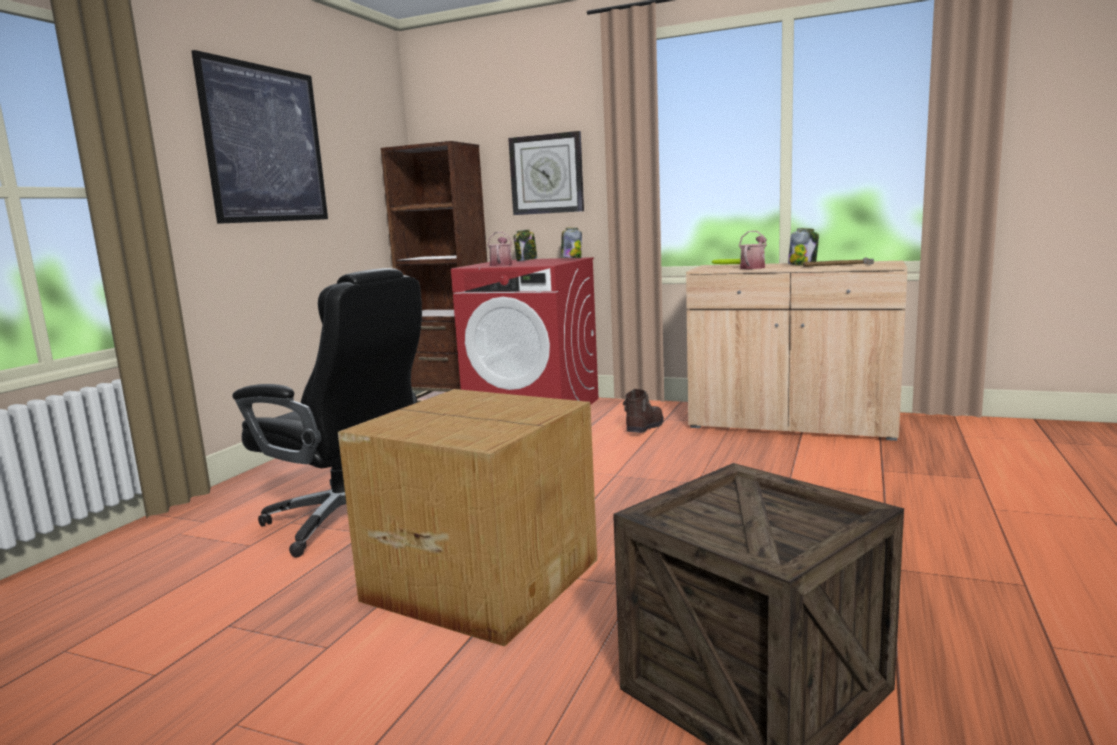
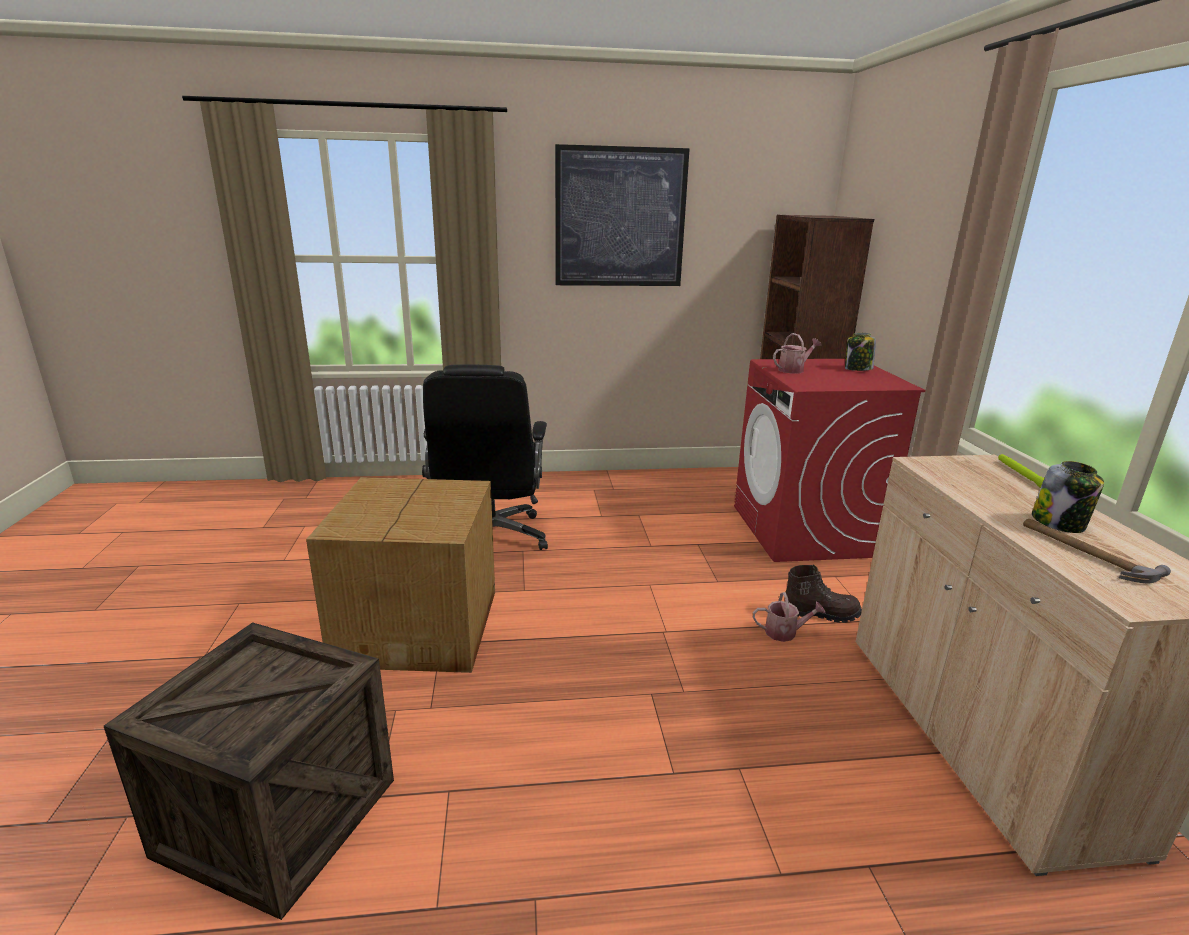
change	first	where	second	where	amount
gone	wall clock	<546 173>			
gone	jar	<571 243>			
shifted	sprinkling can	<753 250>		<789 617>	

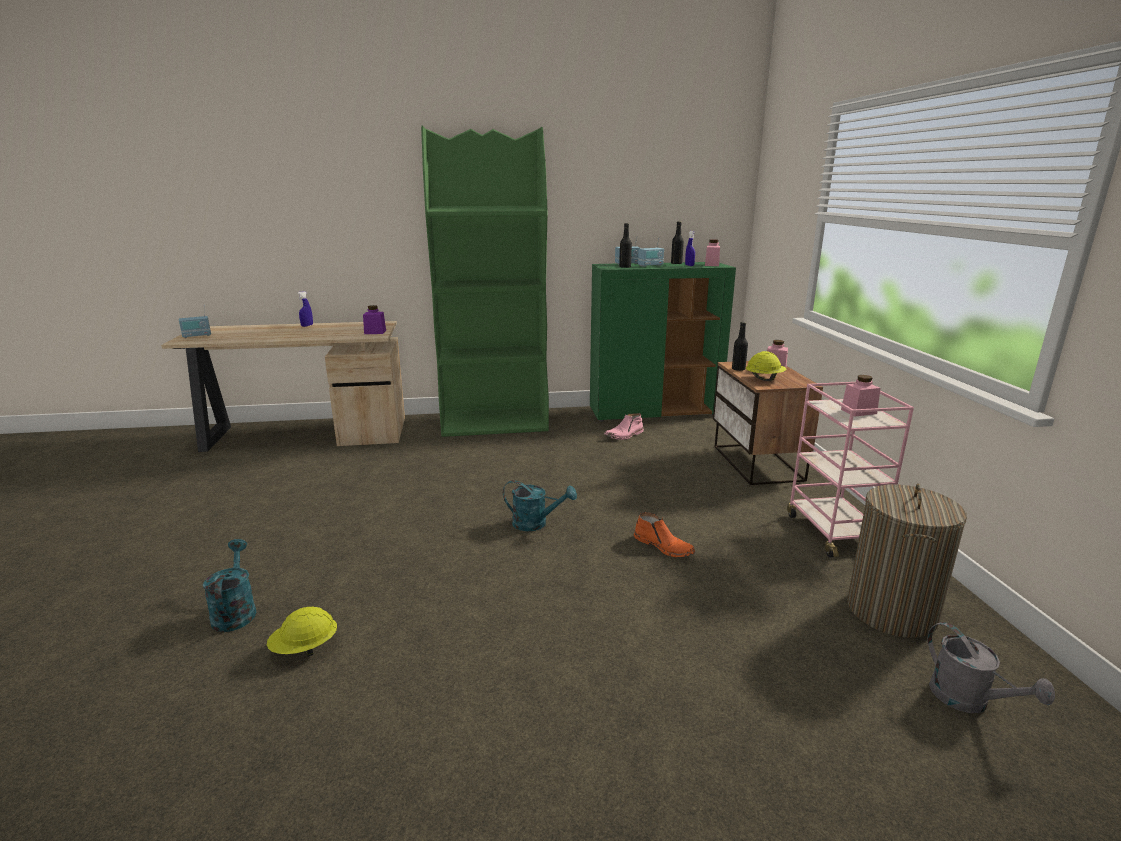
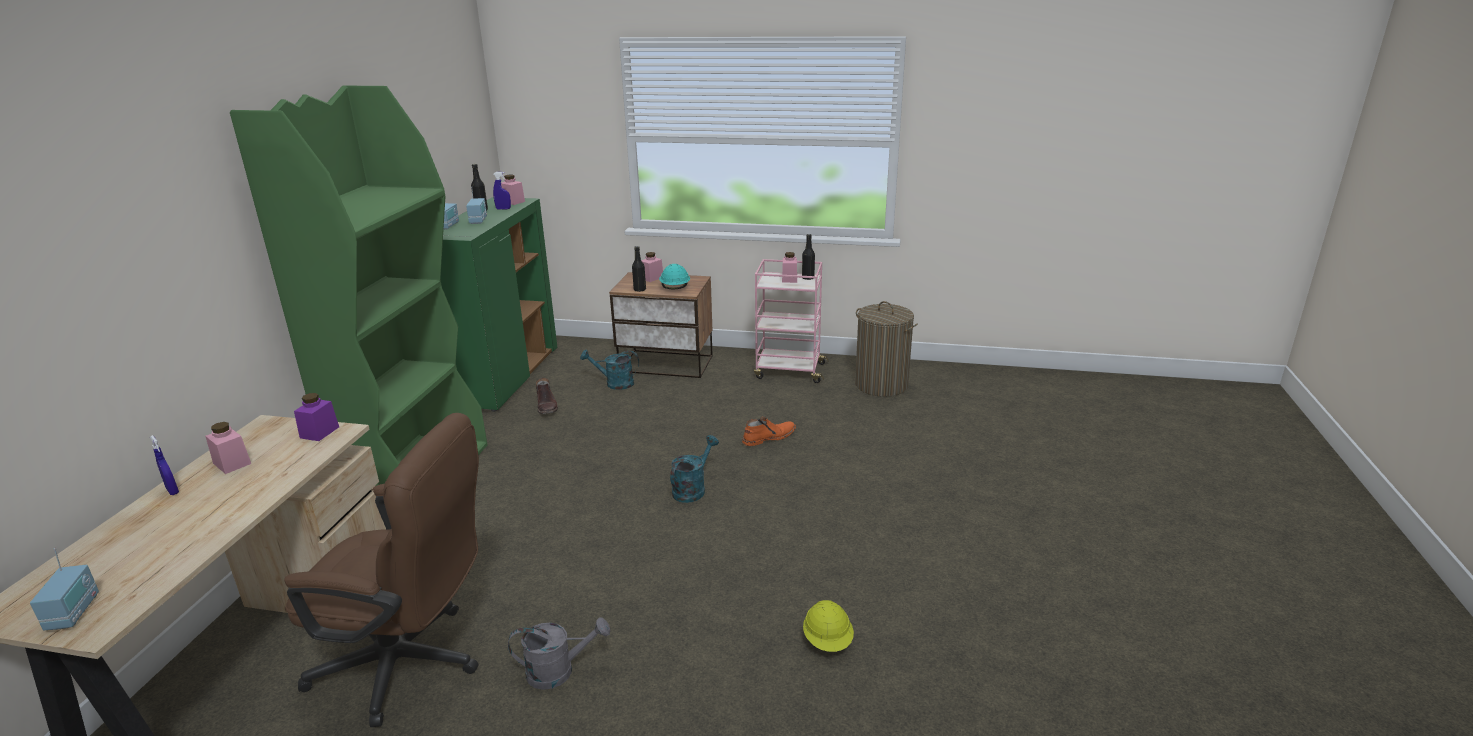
change	first	where	second	where	amount
shifted	bottle/black-coloured	<625 245>		<808 257>	
repainted	work helmet/yellowish	<766 366>	work helmet/turquoise-coloured	<674 276>	
repainted	high-top boot/pink	<624 426>	high-top boot/brown-coloured	<547 396>	
shifted	sprinkling can/turquoise-coloured	<229 585>		<609 370>	
shifted	sprinkling can/gray	<991 667>		<559 653>	
new			desk chair/brown-coloured	<381 570>	
new			jar/pink	<228 448>	

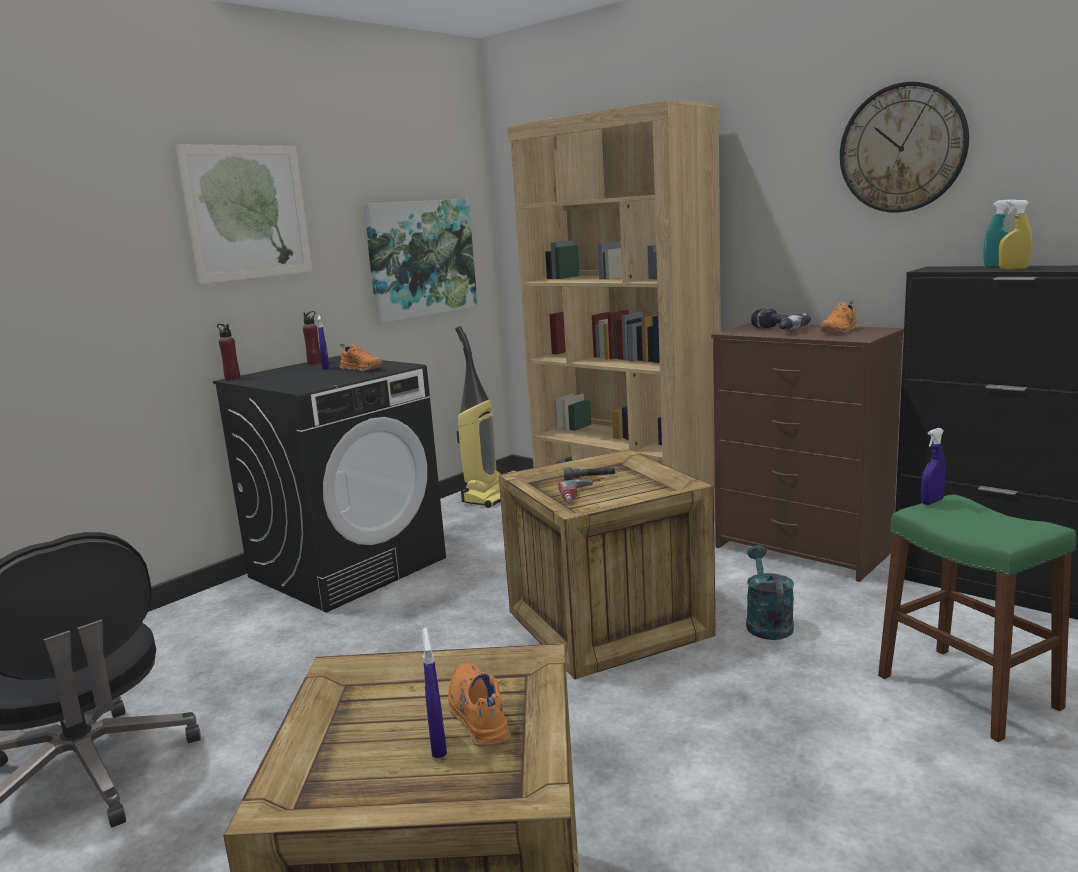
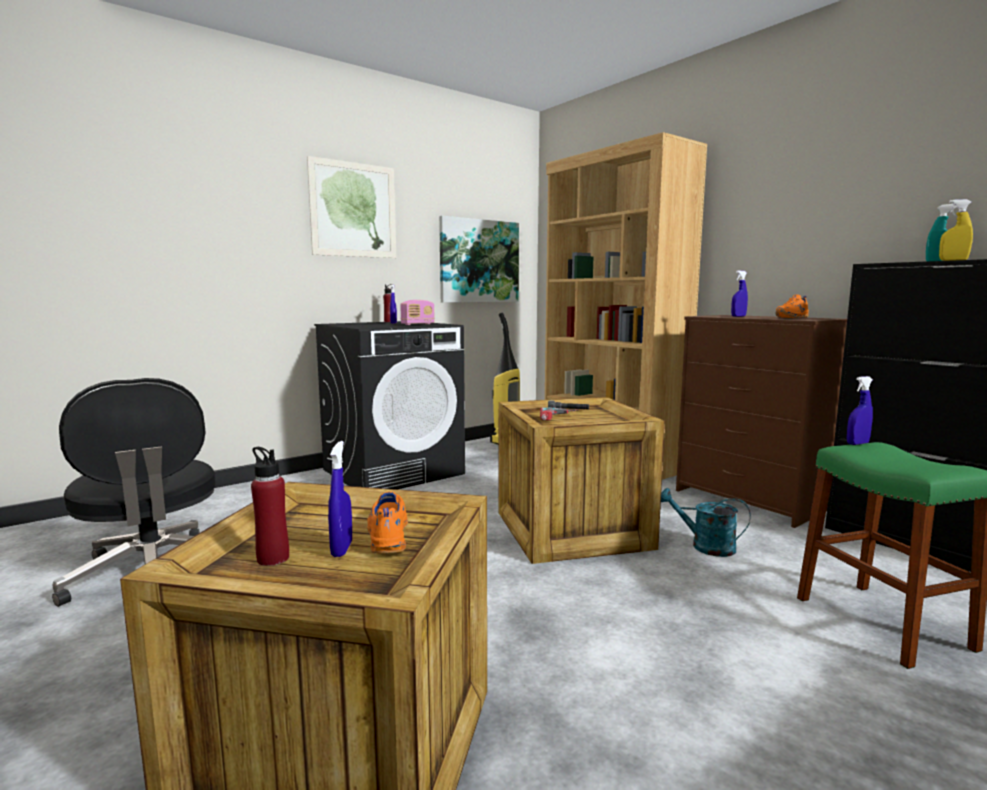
change	first	where	second	where	amount
gone	wall clock	<904 147>			
swapped	drill	<781 318>	hand sprayer/blue-coloured	<739 294>	
shifted	bottle/red	<228 352>		<270 506>	
swapped	item of footwear/orange	<361 357>	radio	<417 312>	
rotated	sprinkling can/turquoise-coloured	<770 592>		<706 522>	75 degrees counterclockwise

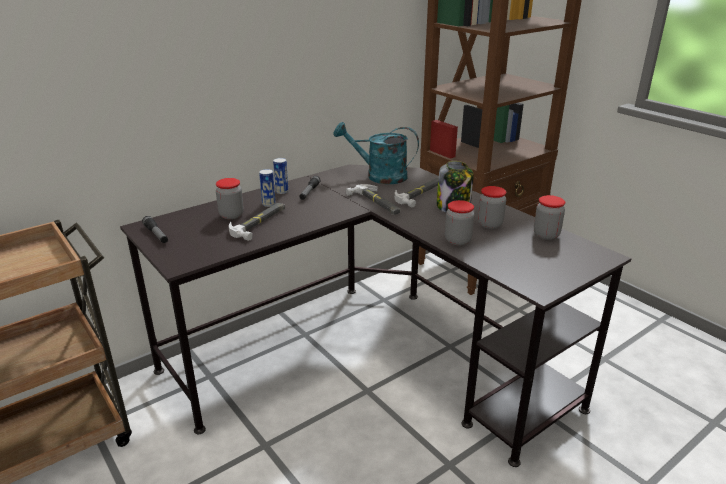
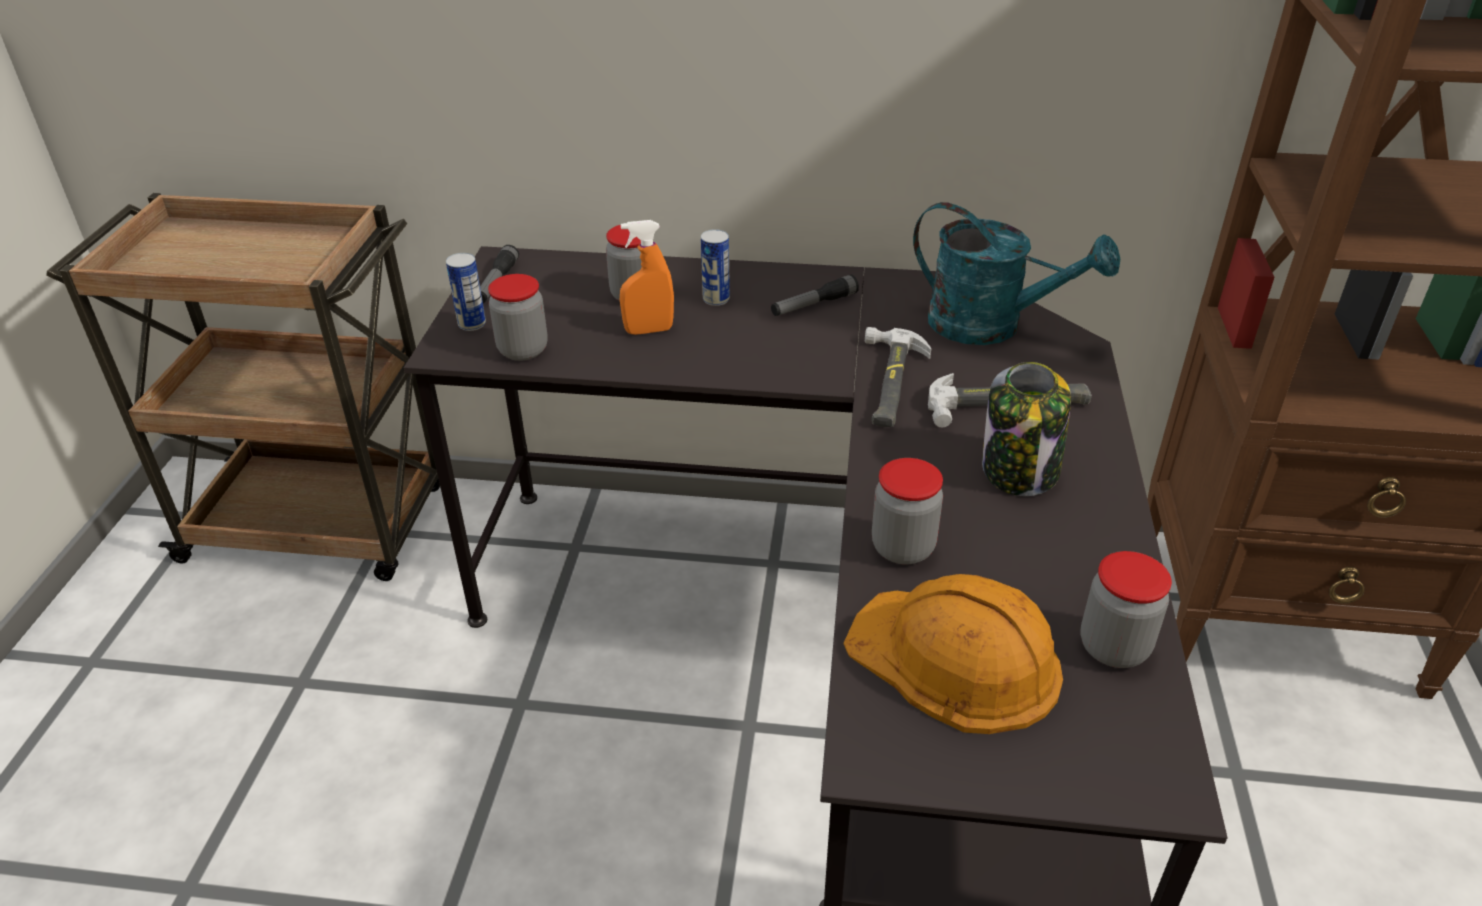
change	first	where	second	where	amount
rotated	sprinkling can/turquoise-coloured	<376 153>		<1016 273>	150 degrees clockwise
shifted	can	<280 176>		<466 292>	
shifted	jar	<492 207>		<518 317>	
swapped	tool hammer	<257 222>	hand sprayer/orange	<647 277>	
new			work helmet/orange	<953 654>	

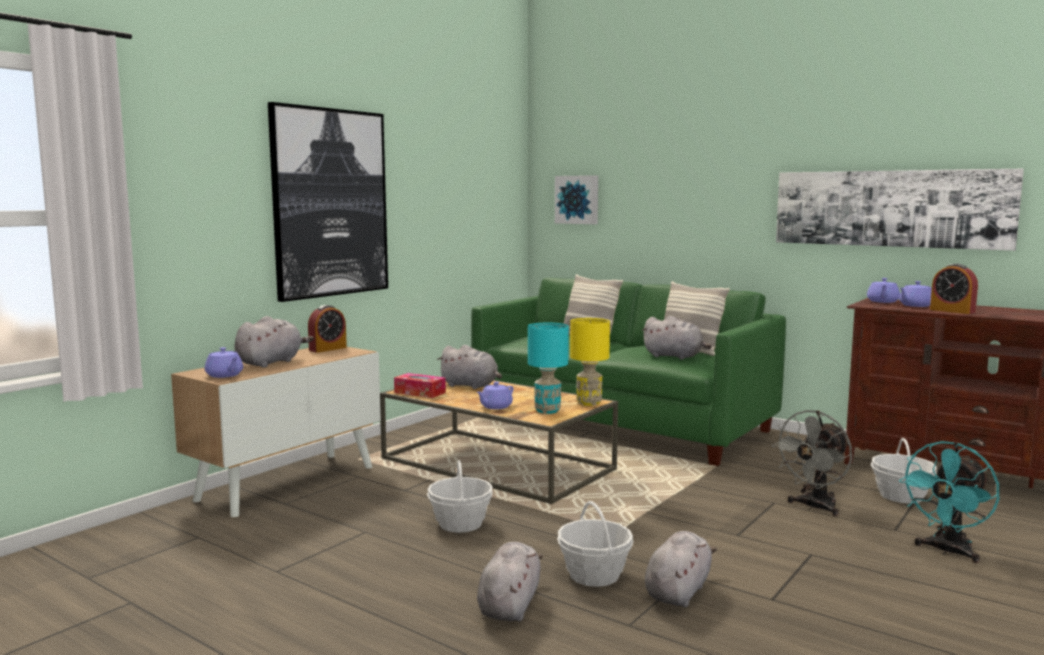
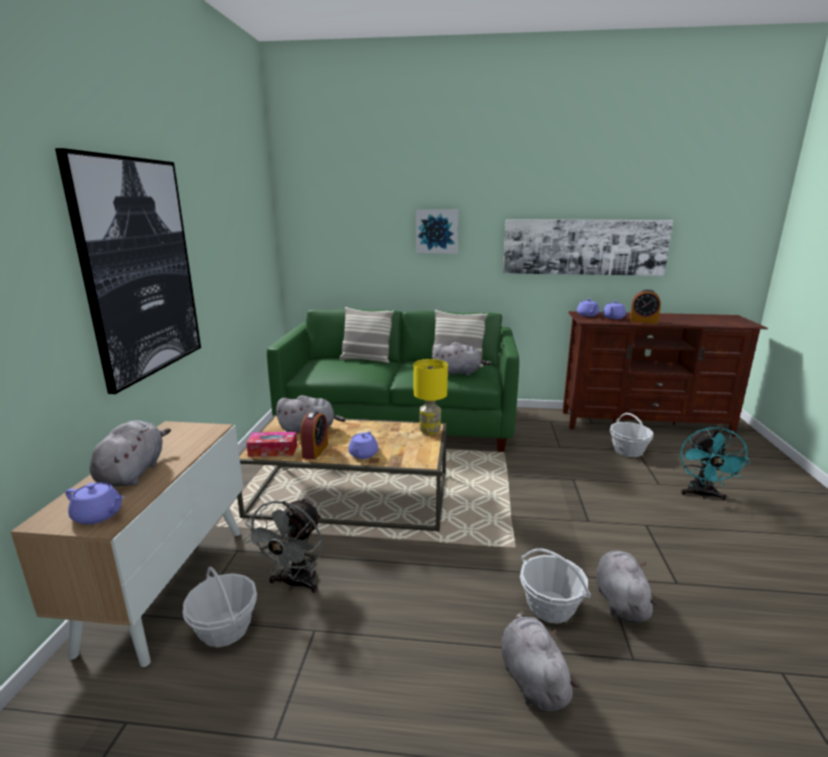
change	first	where	second	where	amount
shifted	wall picture	<576 199>		<437 231>	
shifted	bedside clock	<327 329>		<314 435>	
gone	tabletop lamp/turquoise-coloured	<548 368>			
shifted	cooling fan/gray	<811 463>		<282 545>	
shifted	basket	<460 496>		<220 607>	

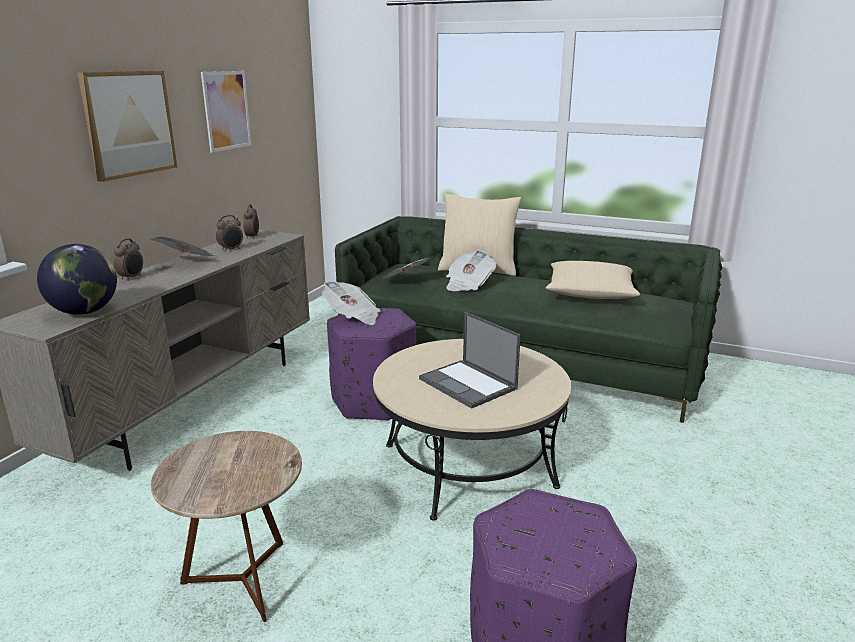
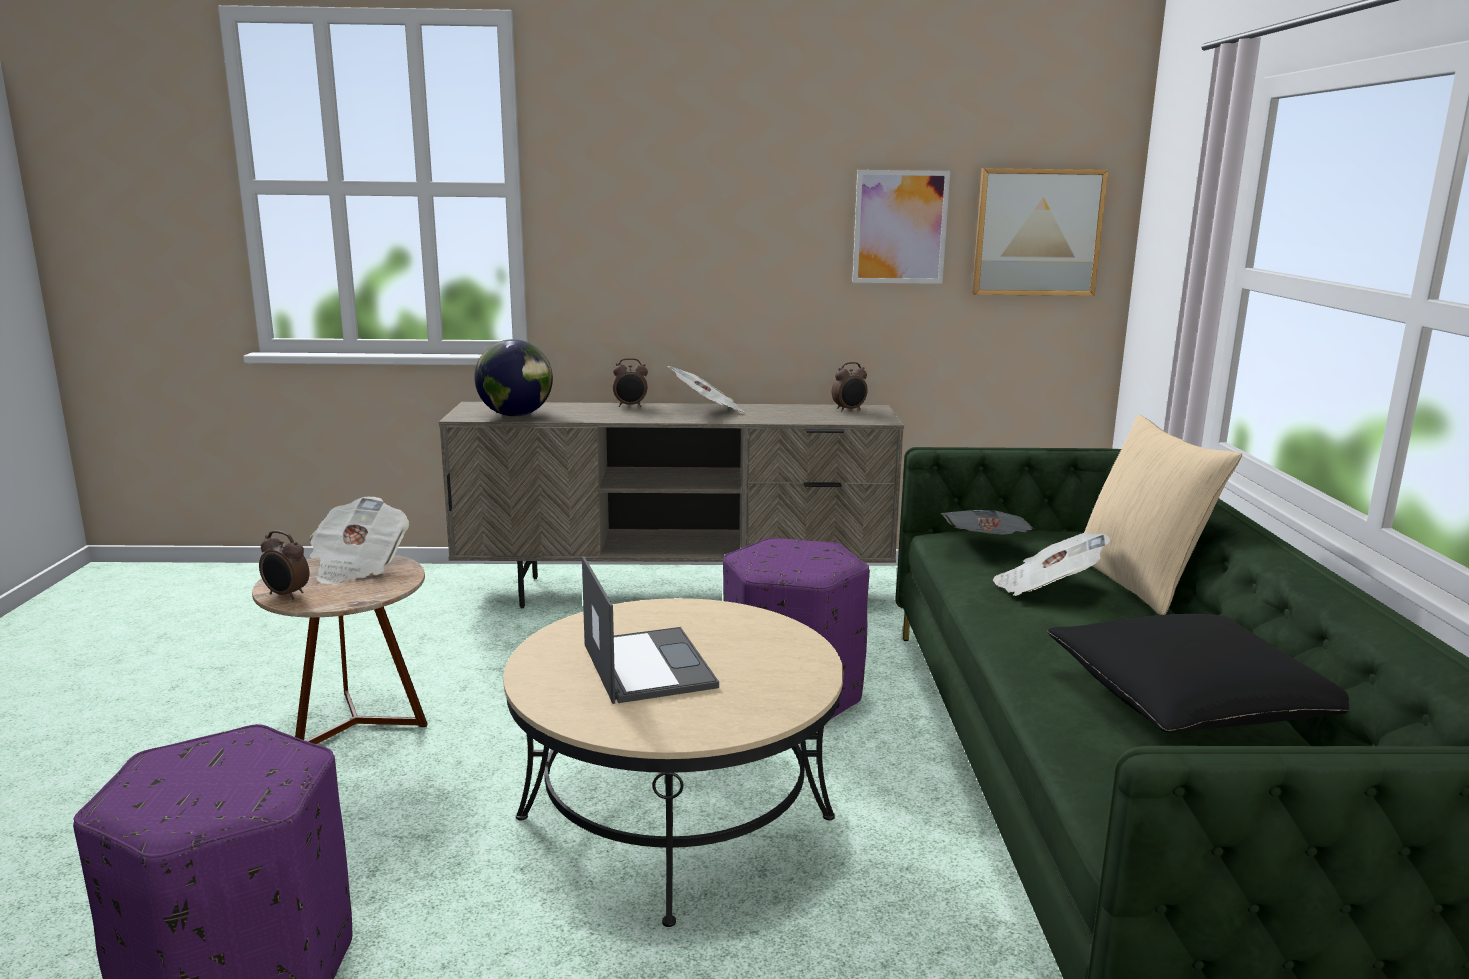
change	first	where	second	where	amount
shifted	wall picture	<127 126>		<1040 232>	
shifted	bedside clock	<229 233>		<284 565>	
repainted	cushion/beige	<593 280>	cushion/black-coloured	<1198 673>	
shifted	daily paper	<351 303>		<359 540>	
rotated	notebook computer	<470 360>		<650 630>	135 degrees clockwise

